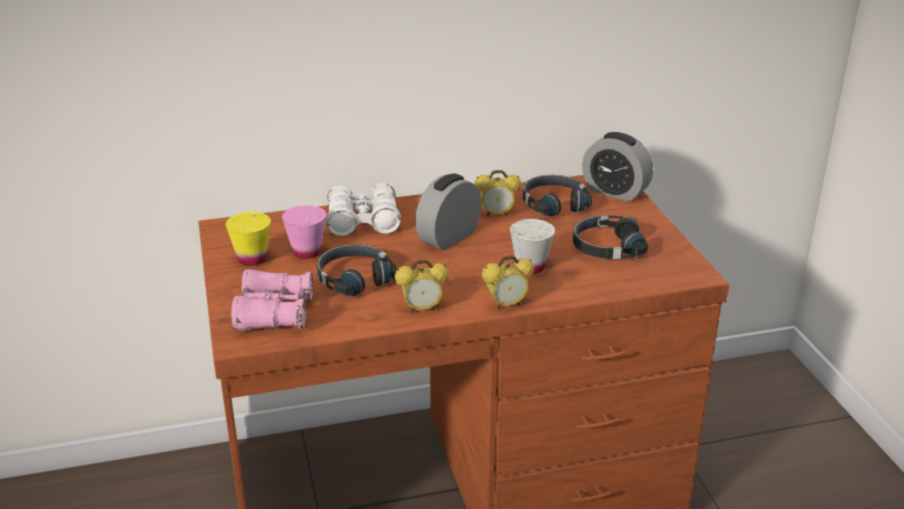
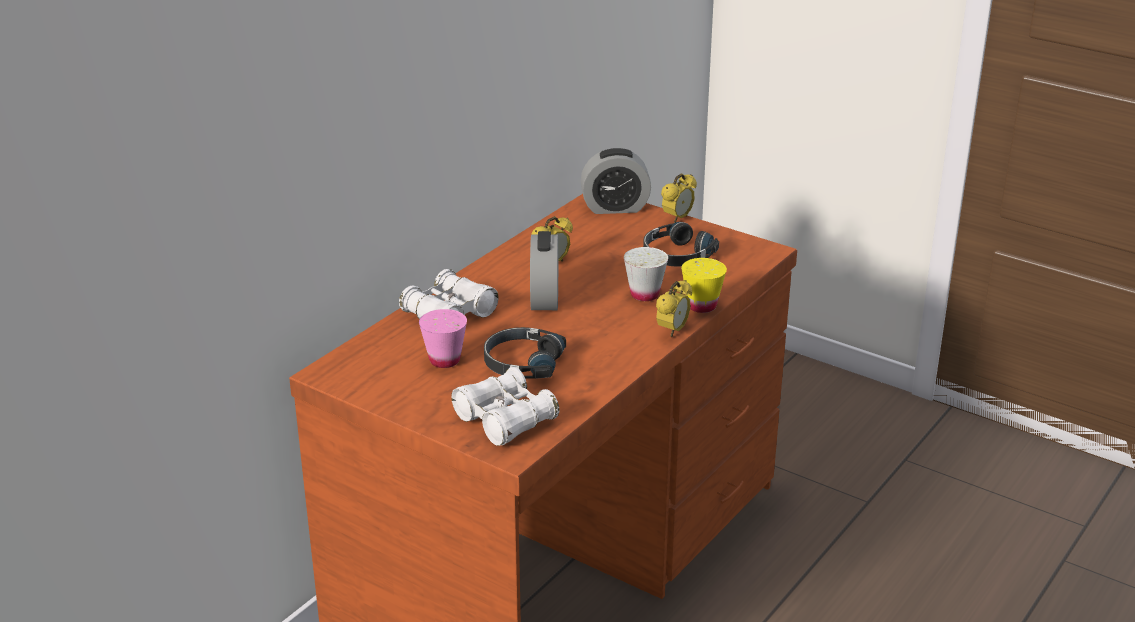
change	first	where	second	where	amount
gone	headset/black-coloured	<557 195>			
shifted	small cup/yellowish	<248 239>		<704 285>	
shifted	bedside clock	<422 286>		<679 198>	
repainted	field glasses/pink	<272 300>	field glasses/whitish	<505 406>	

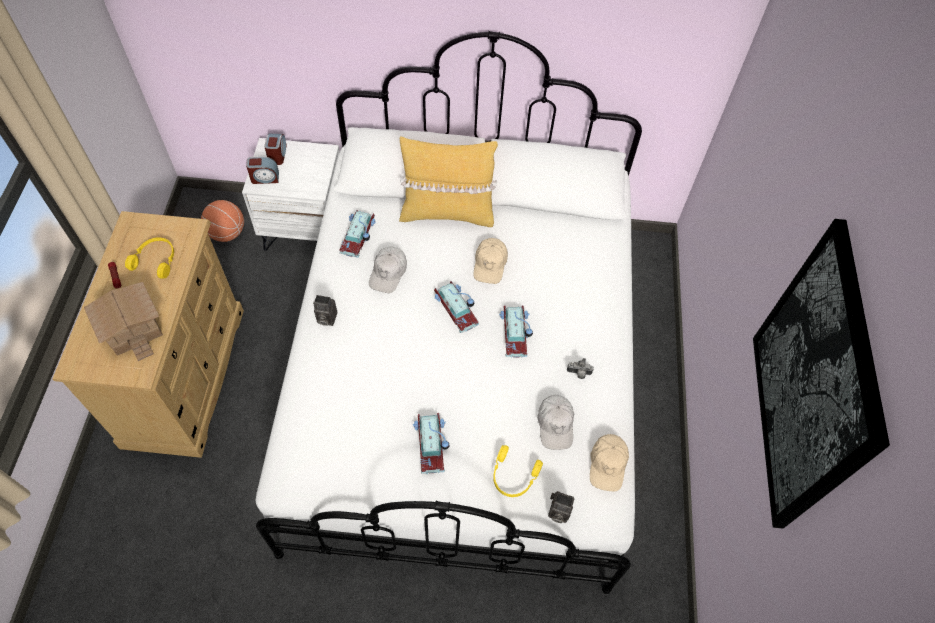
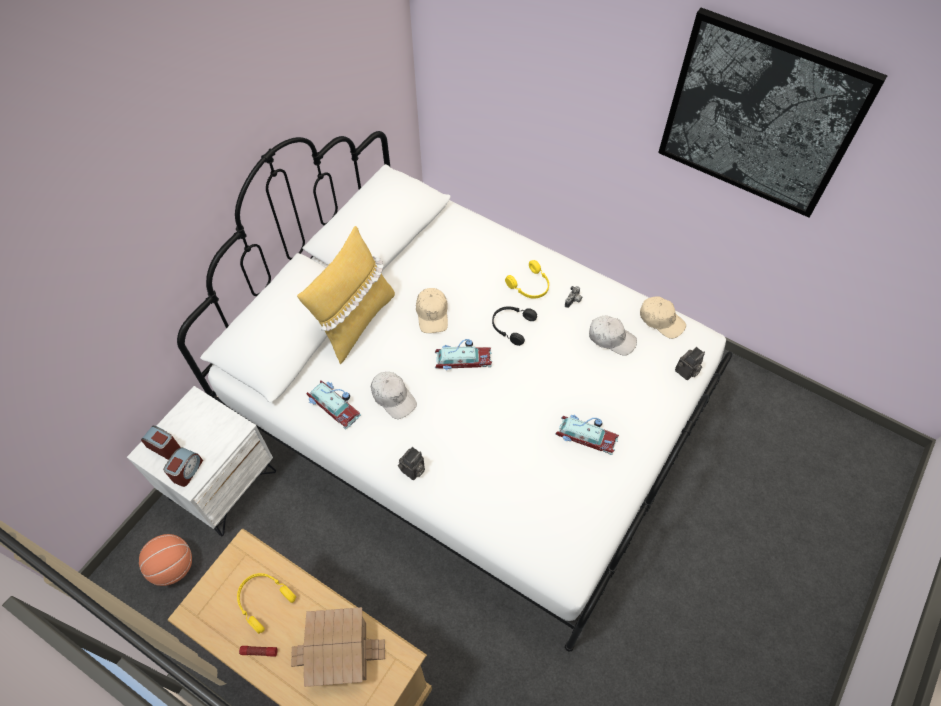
change	first	where	second	where	amount
rotated	peaked cap/beige	<490 261>		<432 310>	45 degrees clockwise
swapped	miniature car	<516 332>	headset/black-coloured	<514 326>	
shifted	headset/yellowish	<518 471>		<527 279>	

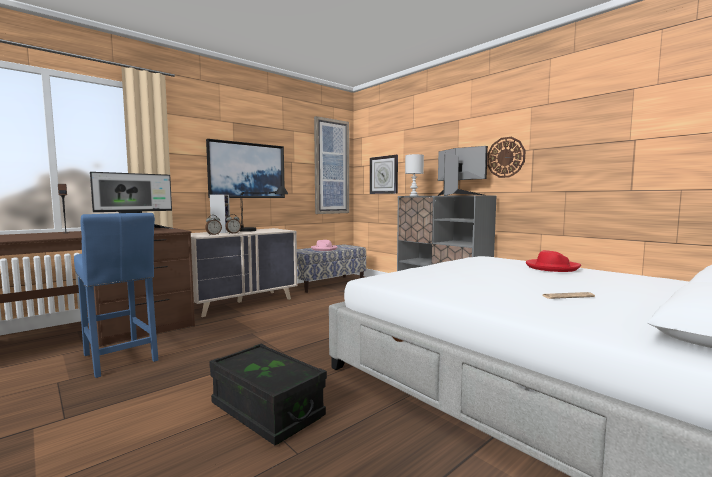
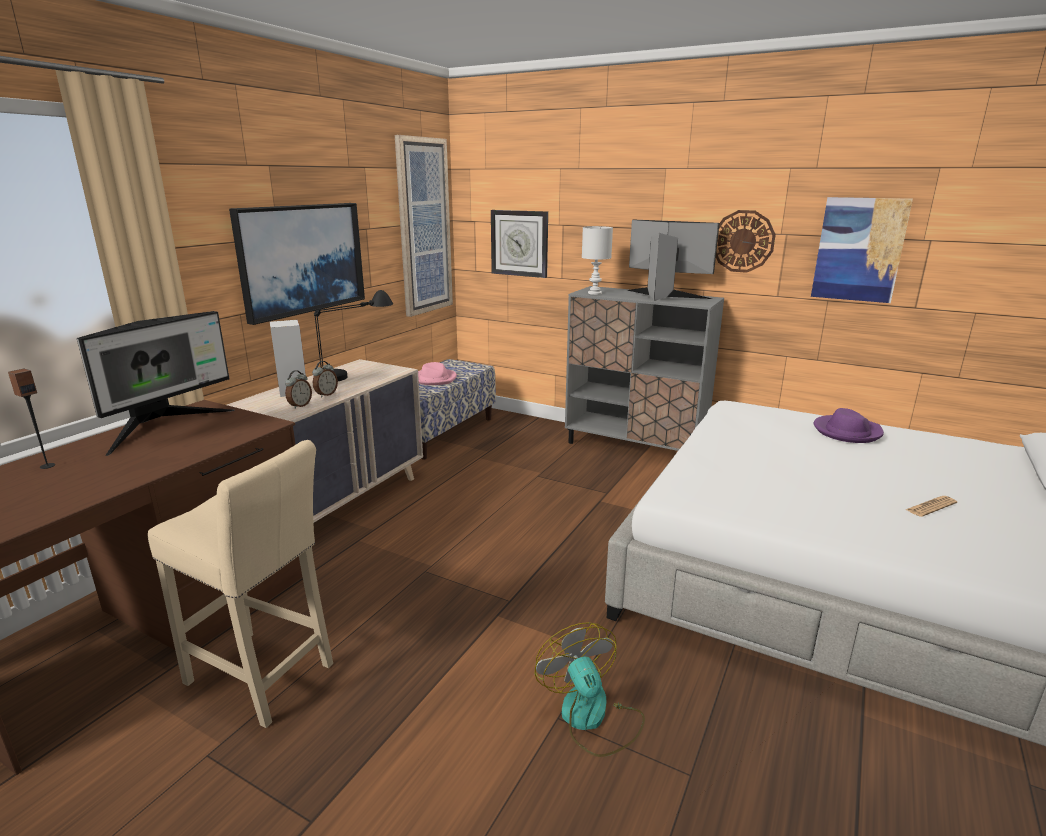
change	first	where	second	where	amount
repainted	sitting stool/blue-coloured	<116 295>	sitting stool/beige	<240 584>	
repainted	wearable hat/red	<553 261>	wearable hat/purple-coloured	<849 425>	
swapped	storage container/black-coloured	<268 394>	cooling fan	<590 689>	
new			wall picture	<862 250>	

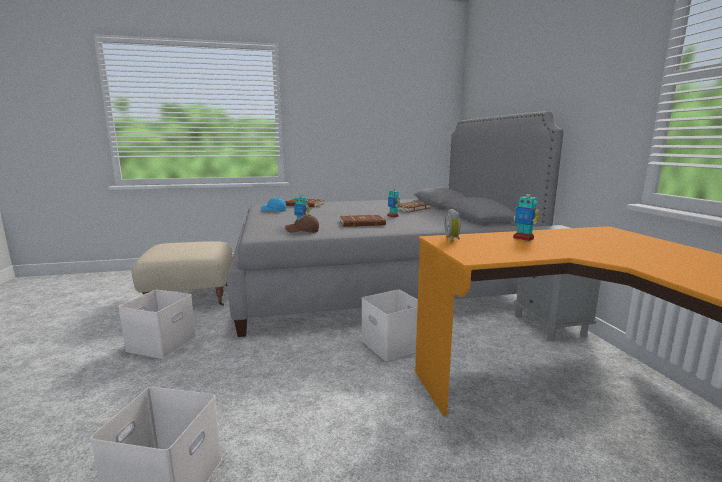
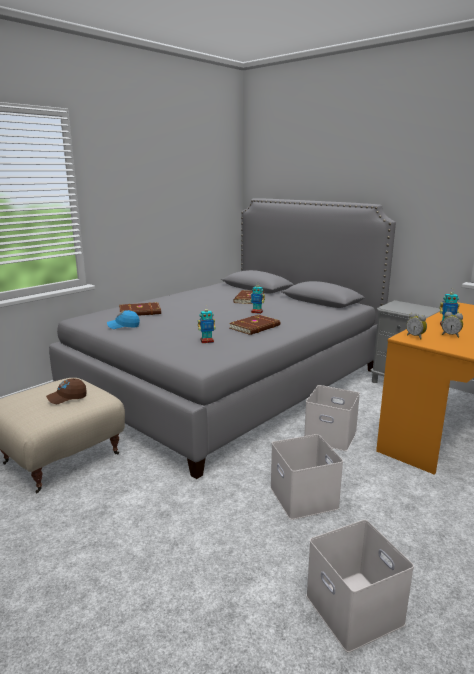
change	first	where	second	where	amount
shifted	peaked cap/brown-coloured	<302 223>		<66 391>	
shifted	storage container/whitish	<157 324>		<306 477>	
new			bedside clock	<452 325>	

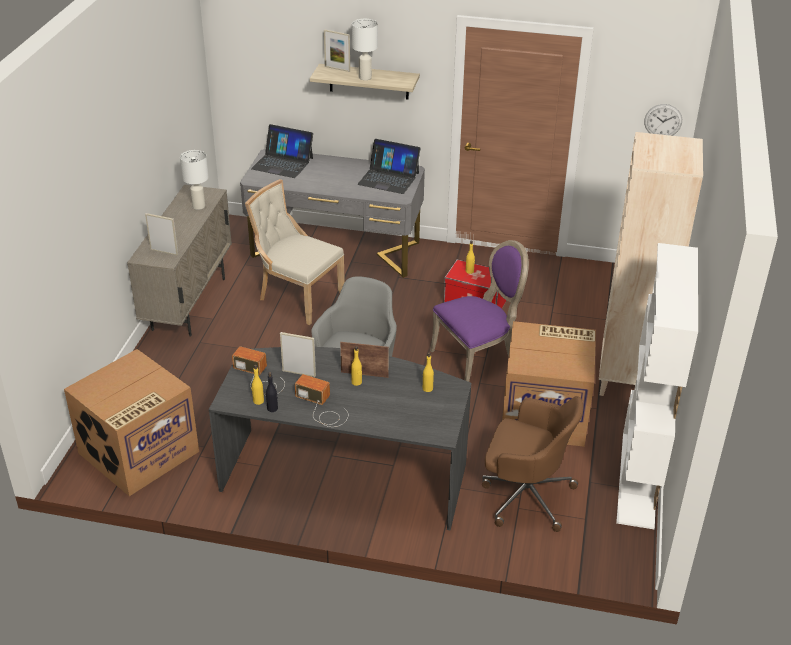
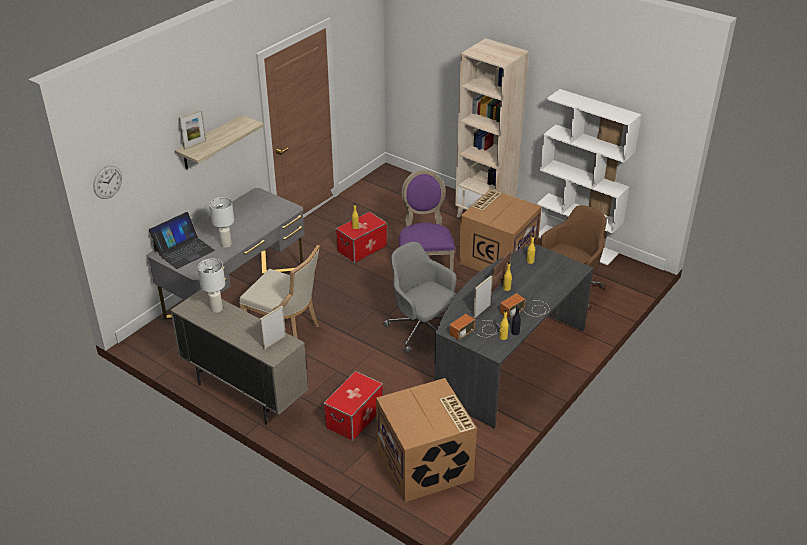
change	first	where	second	where	amount
shifted	tabletop lamp/whitish	<365 49>		<221 222>	
shifted	wall clock	<663 120>		<107 182>	
gone	notebook computer	<389 166>			
rotated	chair/beige	<295 252>		<280 291>	120 degrees counterclockwise
new			storage container	<353 406>	

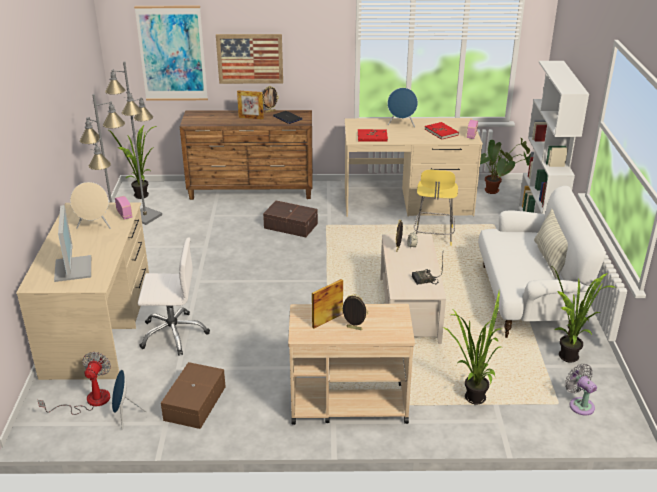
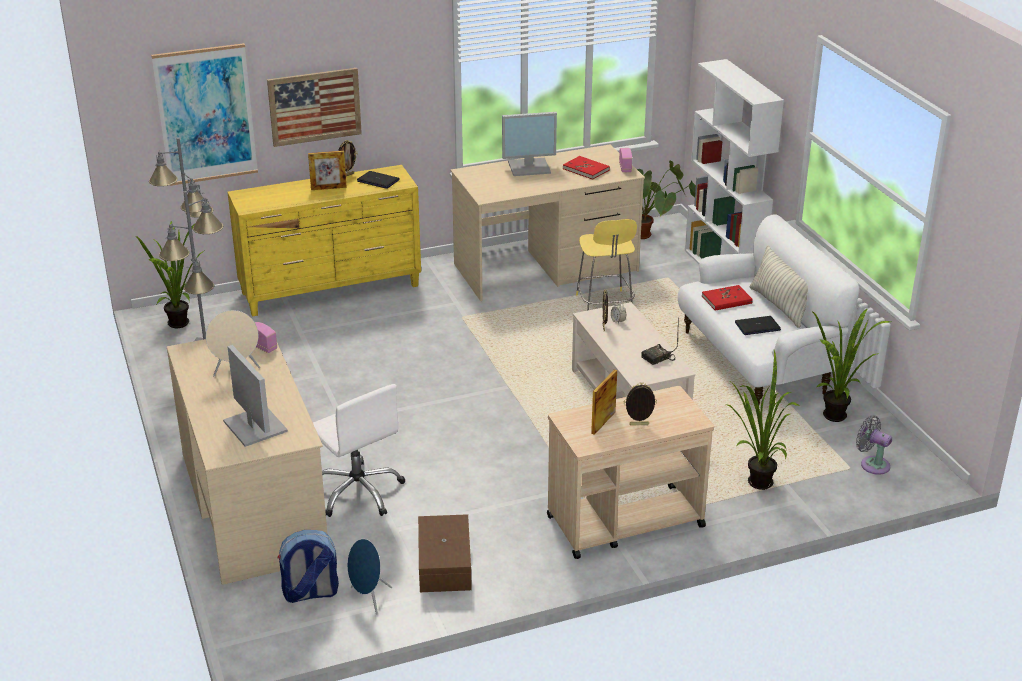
change	first	where	second	where	amount
swapped	audio speaker/blue-coloured	<402 107>	computer display	<529 144>	
repainted	chest of drawers/brown-coloured	<246 155>	chest of drawers/yellowish	<324 241>	
shifted	bound book/red	<373 135>		<727 298>	
gone	storage container/brown-coloured	<290 219>			
rotated	desk chair/whitish	<174 296>		<359 450>	75 degrees clockwise
swapped	cooling fan	<74 383>	knapsack	<308 566>	
new			notebook computer	<758 325>	

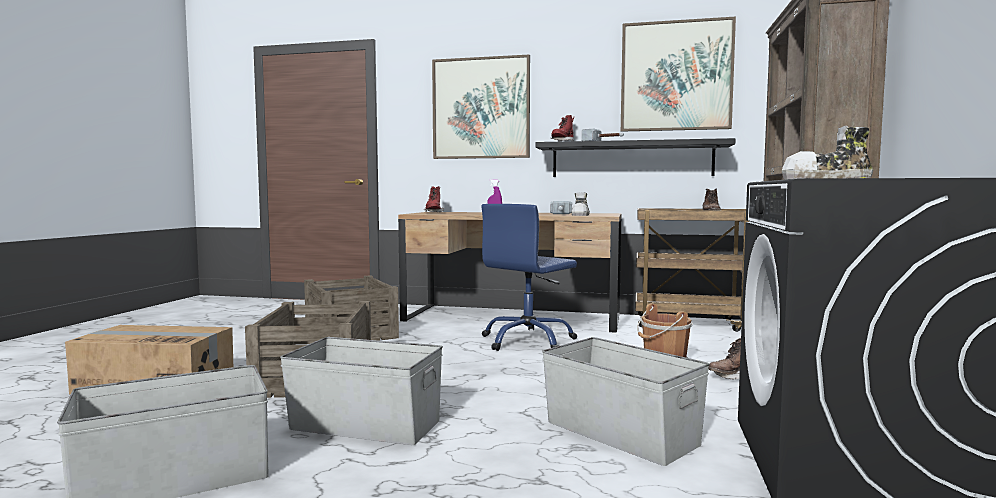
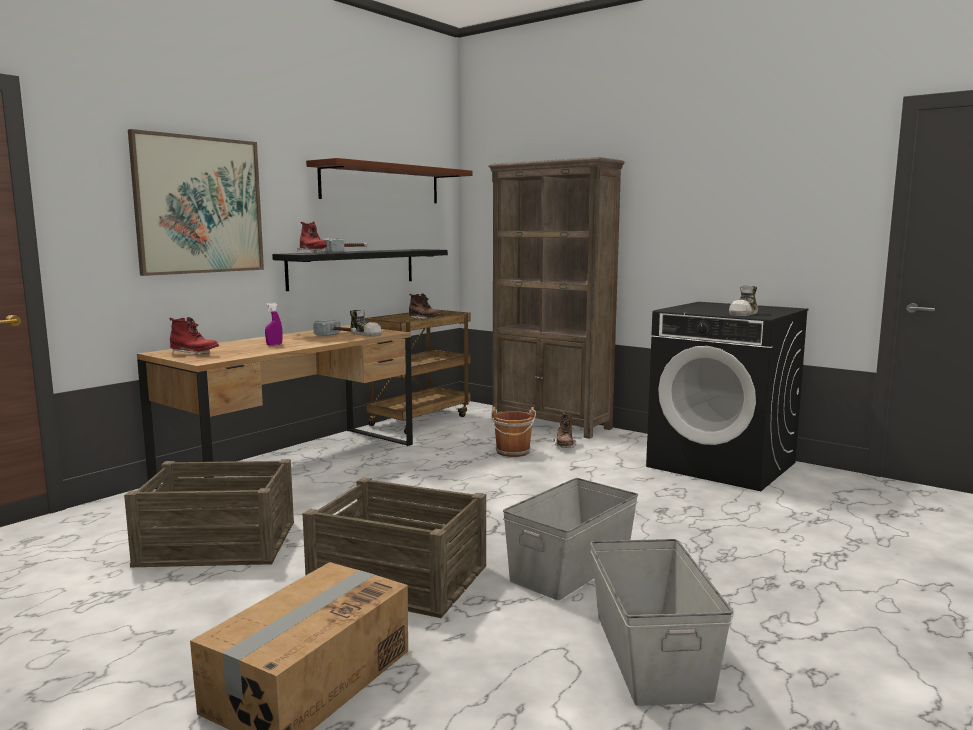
change	first	where	second	where	amount
swapped	wall picture	<678 74>	shelf/brown-coloured	<389 180>	
gone	desk chair/blue-coloured	<529 277>			
gone	storage container/gray	<626 401>			

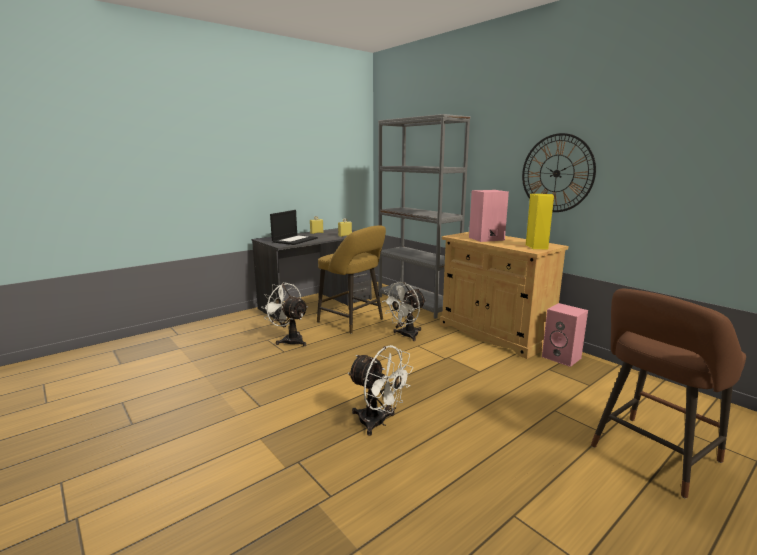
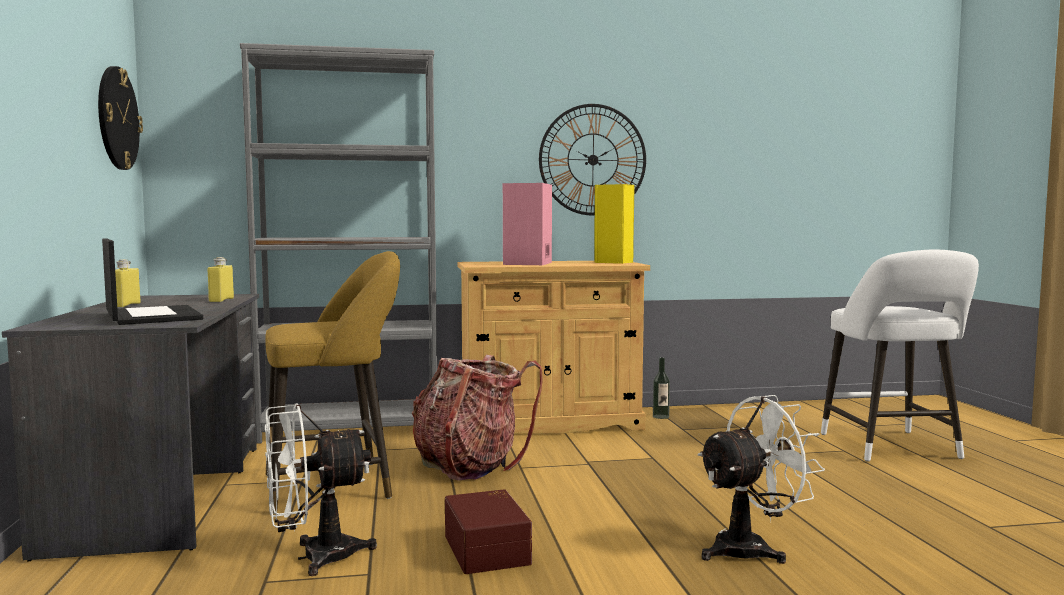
change	first	where	second	where	amount
swapped	cooling fan/whitish	<404 311>	knapsack	<477 418>	
repainted	sitting stool/brown-coloured	<668 393>	sitting stool/whitish	<900 356>	
swapped	audio speaker/pink	<565 335>	bottle	<661 388>	
new			wall clock	<120 118>	
new			storage container/brown-coloured	<488 531>	

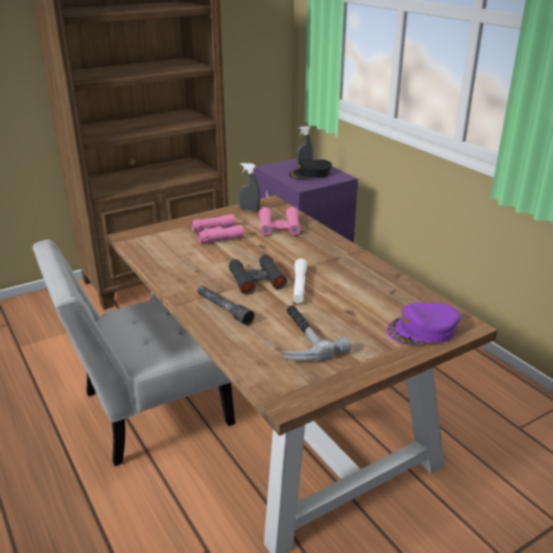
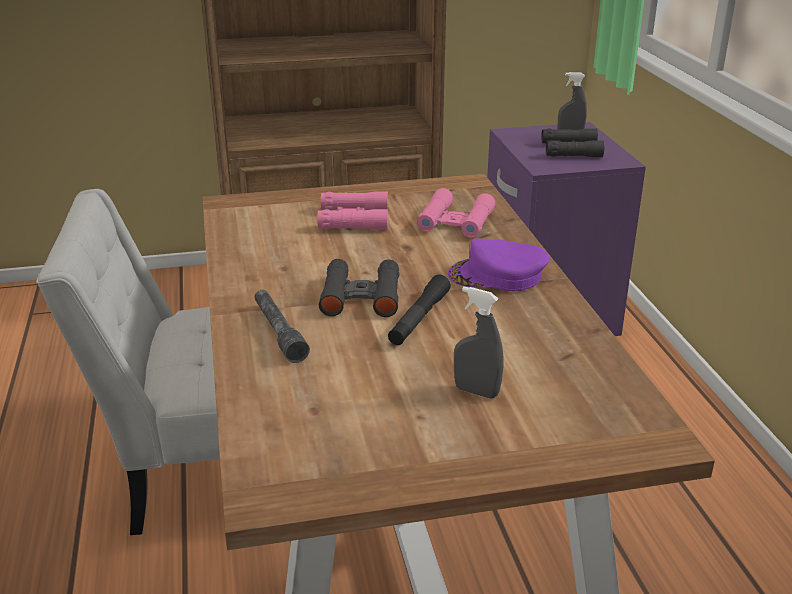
change	first	where	second	where	amount
swapped	peaked cap/black-coloured	<310 169>	field glasses/black-coloured	<572 142>	
shifted	hand sprayer/gray	<249 187>		<478 343>	
repainted	hand torch/whitish	<300 281>	hand torch/black-coloured	<419 310>	
shifted	peaked cap/purple-coloured	<423 324>		<498 264>	
gone	tool hammer	<316 333>			

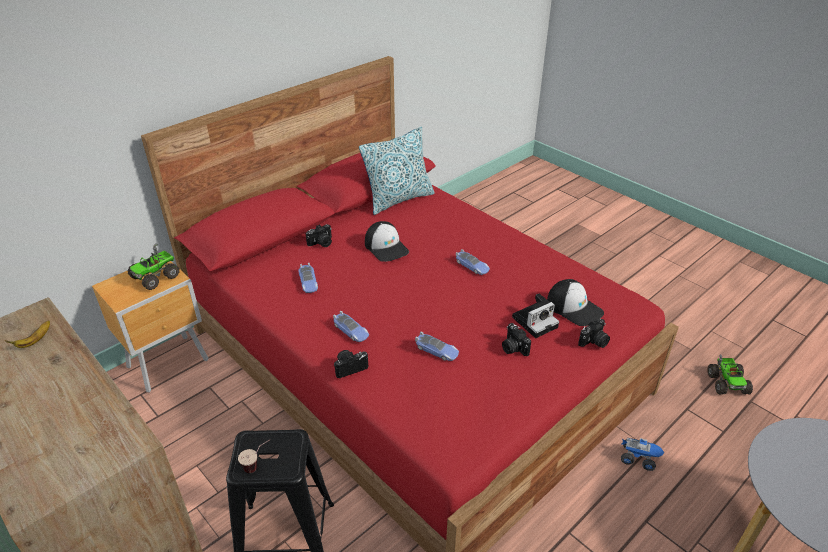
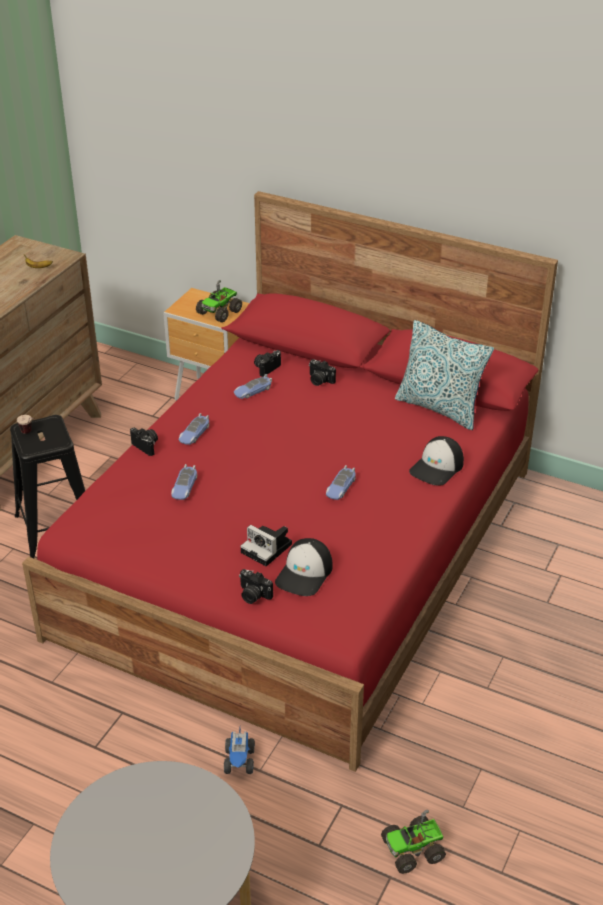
change	first	where	second	where	amount
shifted	peaked cap	<387 241>		<436 460>	
rotated	toy lorry	<154 266>		<219 301>	75 degrees counterclockwise
shifted	photo camera	<516 339>		<267 363>	

